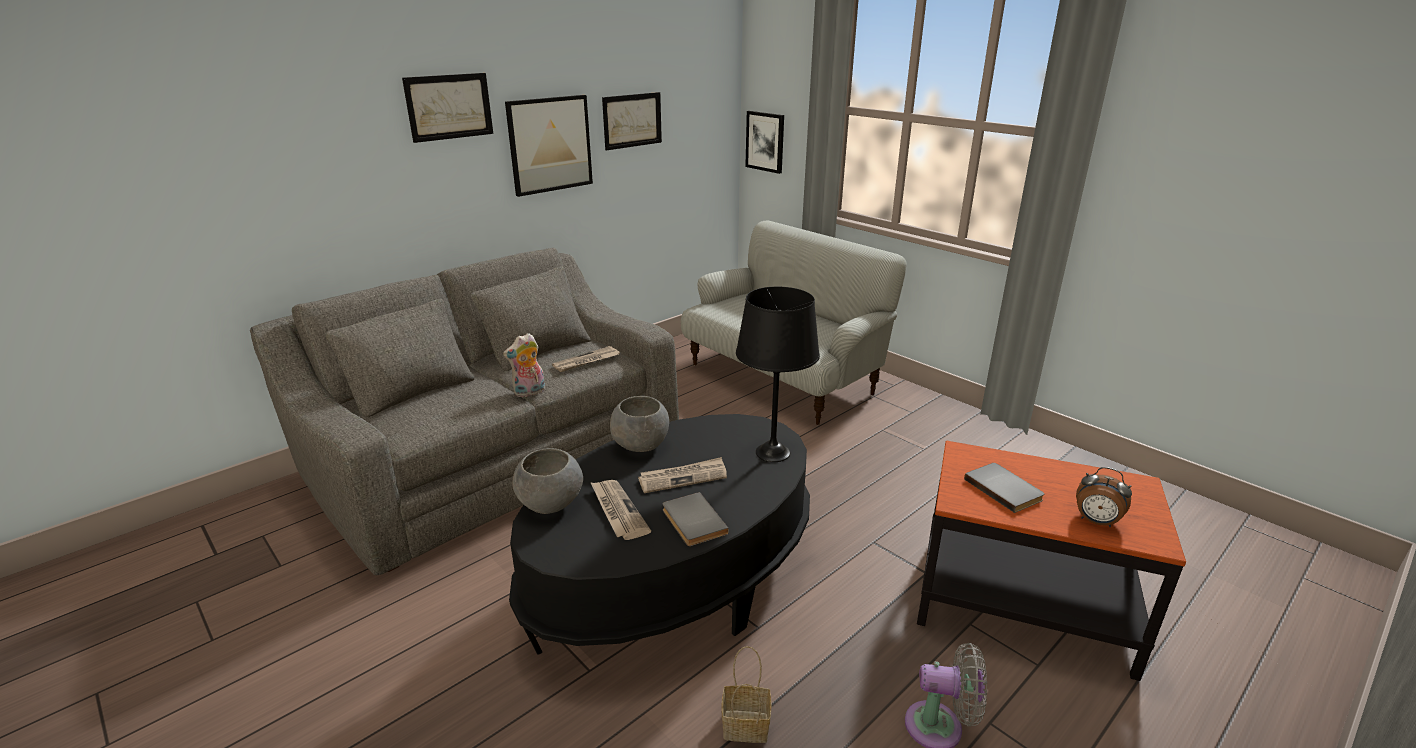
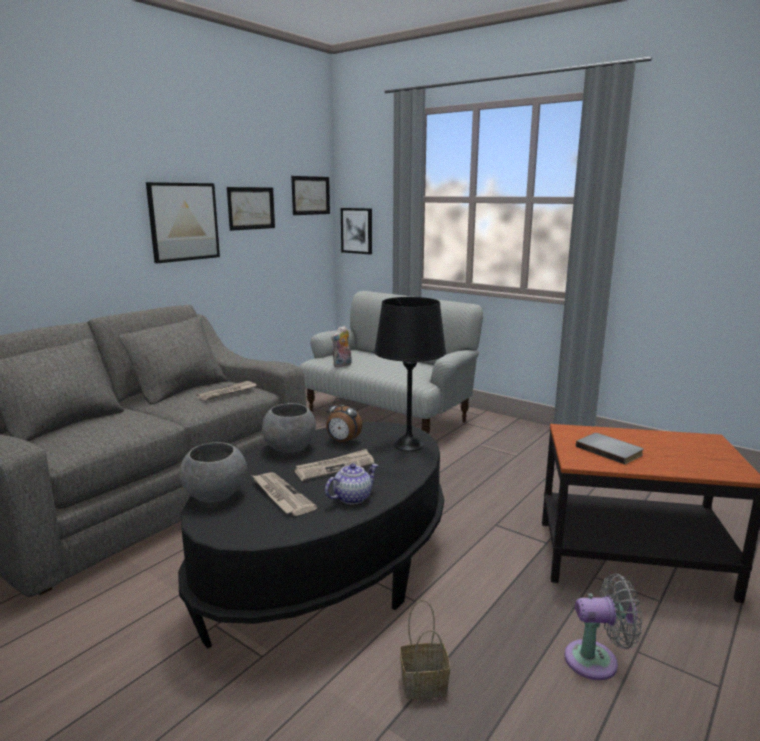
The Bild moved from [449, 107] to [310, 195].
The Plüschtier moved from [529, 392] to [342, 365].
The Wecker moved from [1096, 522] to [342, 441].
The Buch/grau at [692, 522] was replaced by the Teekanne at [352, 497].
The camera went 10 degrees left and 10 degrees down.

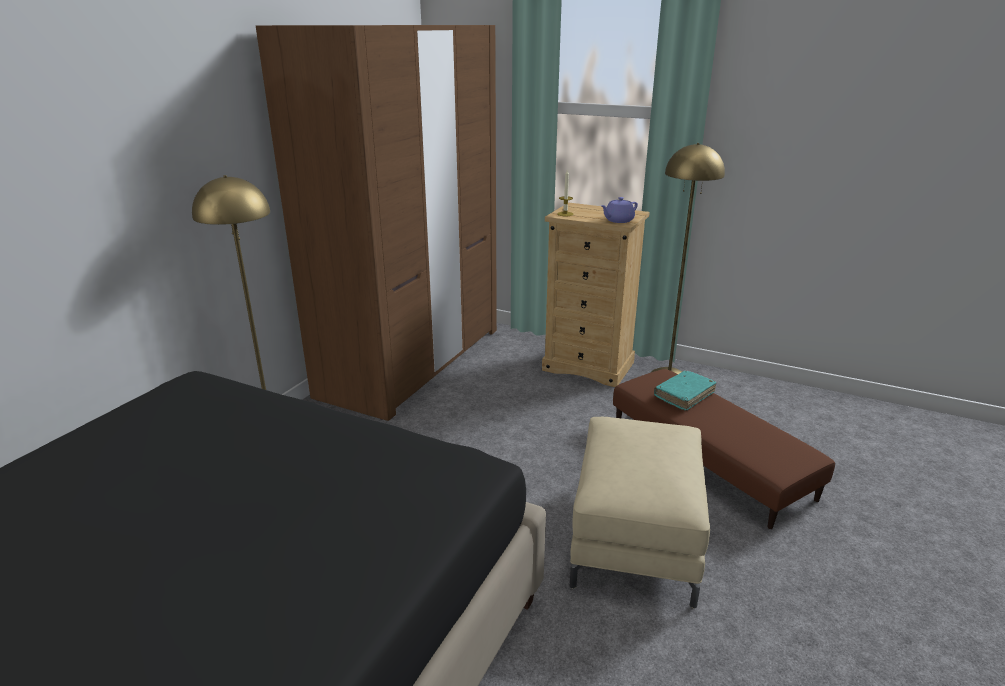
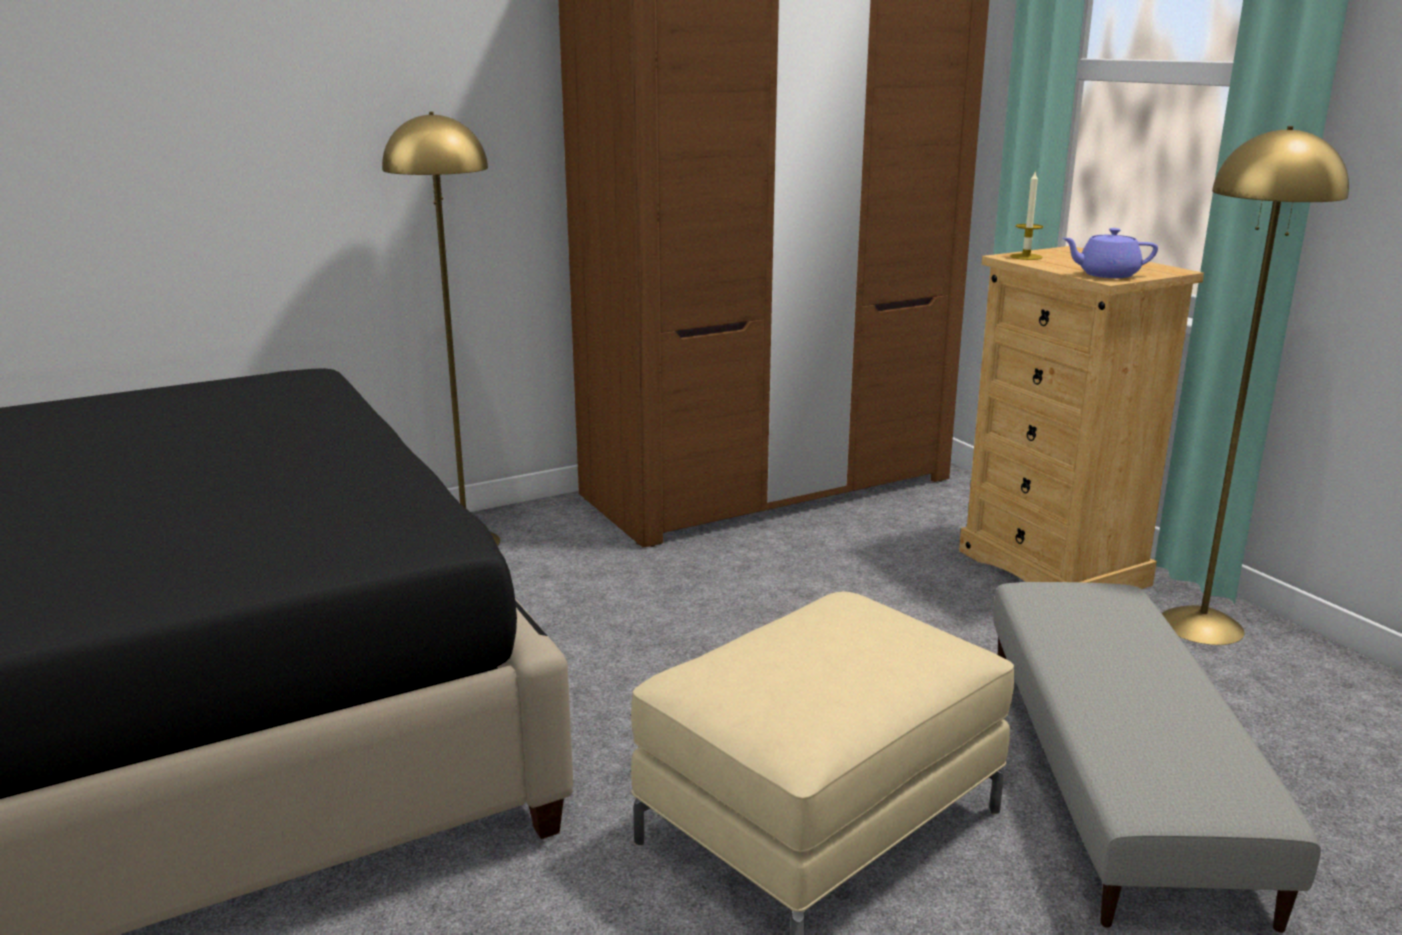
The Buch/türkis at [684, 395] disappeared.
The Polsterhocker/braun at [709, 458] became the Polsterhocker/grau at [1117, 772].
The camera went 35 degrees right and 5 degrees down.

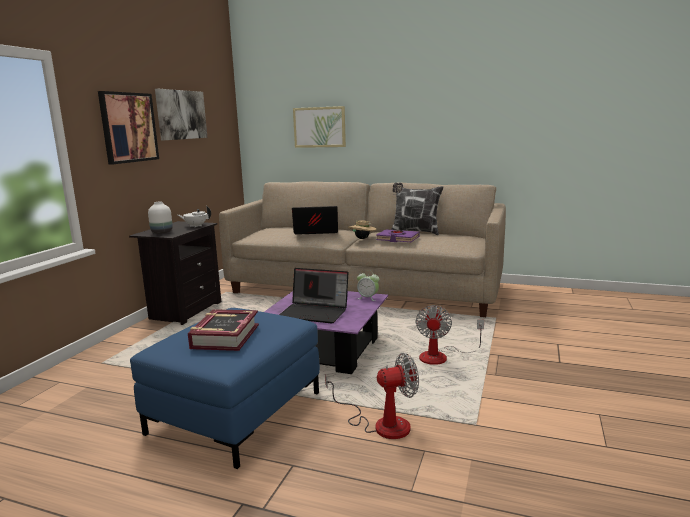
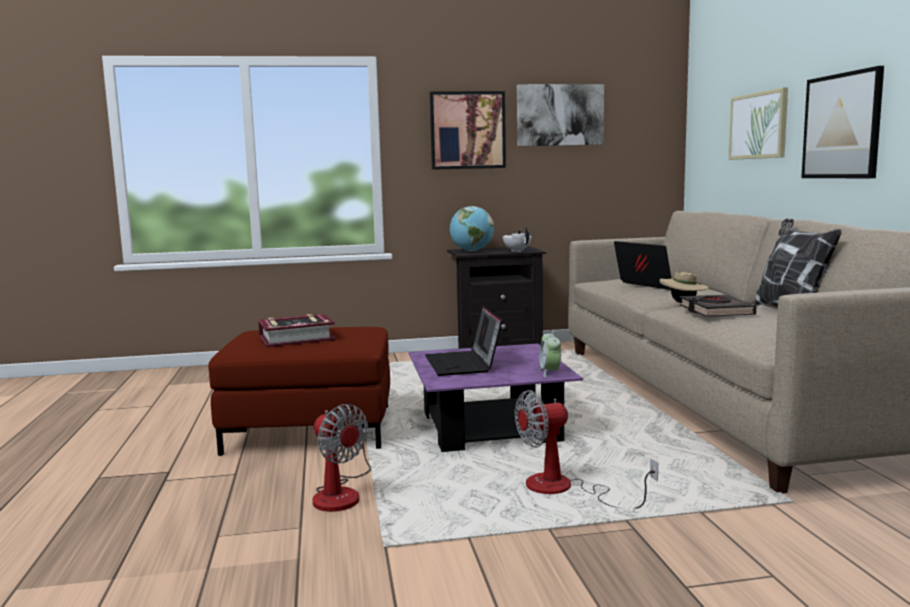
The Bild at [842, 126] appeared.
The Vase/weiß at [161, 232] was replaced by the Globus at [472, 251].
The Polsterhocker/blau at [236, 412] became the Polsterhocker/rot at [311, 429].
The Buch/lila at [397, 239] became the Buch/schwarz at [715, 311].
The camera went 60 degrees right and 5 degrees down.

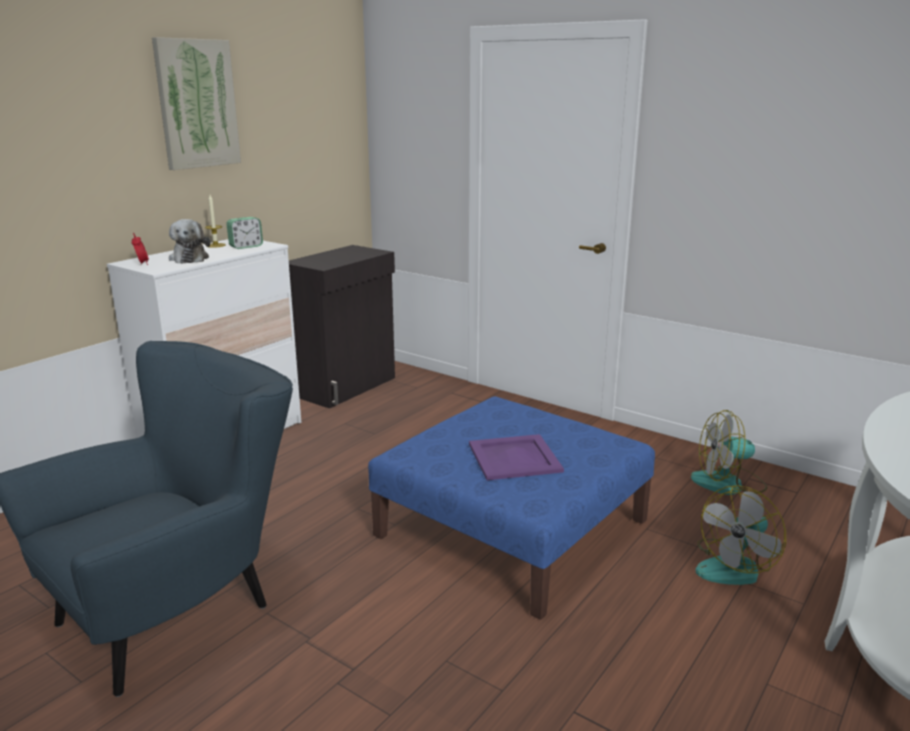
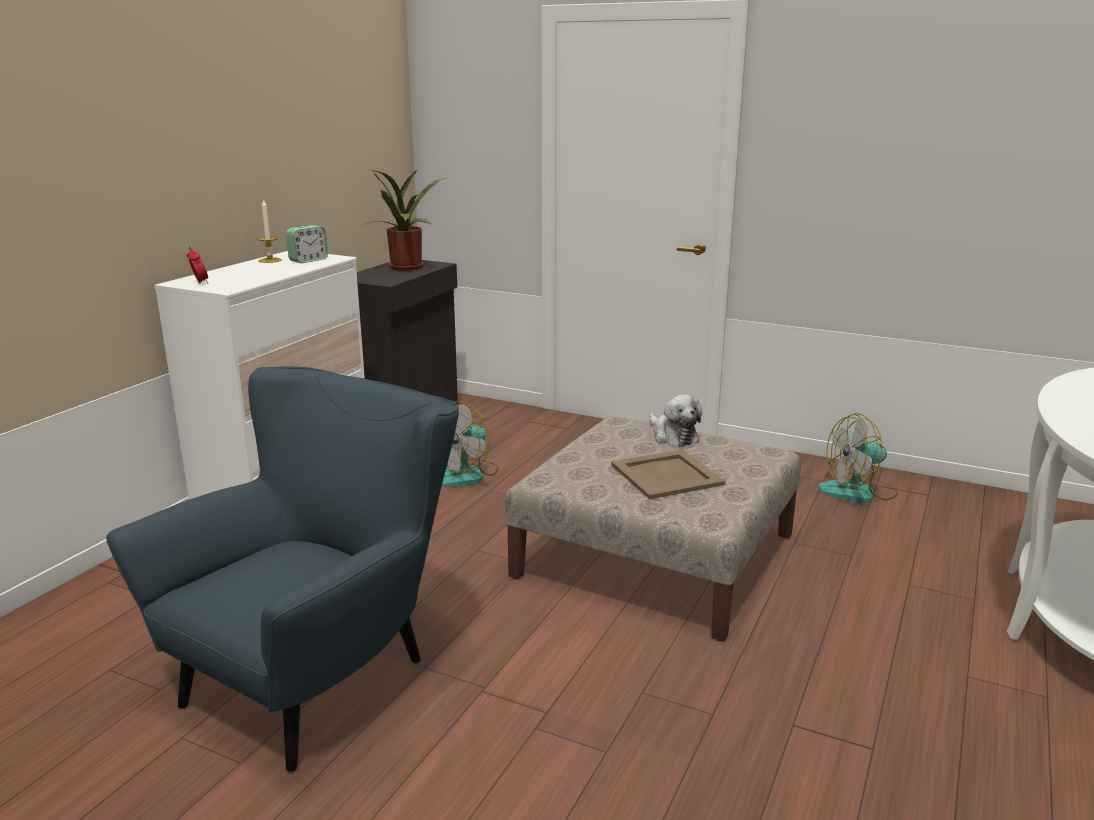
The Bild at [197, 104] disappeared.
The Topfpflanze at [407, 268] appeared.
The Plüschtier moved from [189, 258] to [672, 436].
The Ventilator moved from [735, 566] to [466, 475].
The Polsterhocker/blau at [513, 529] became the Polsterhocker/beige at [657, 556].
The Tablett/lila at [513, 457] became the Tablett/beige at [665, 474].
The camera went 10 degrees left and 0 degrees up.

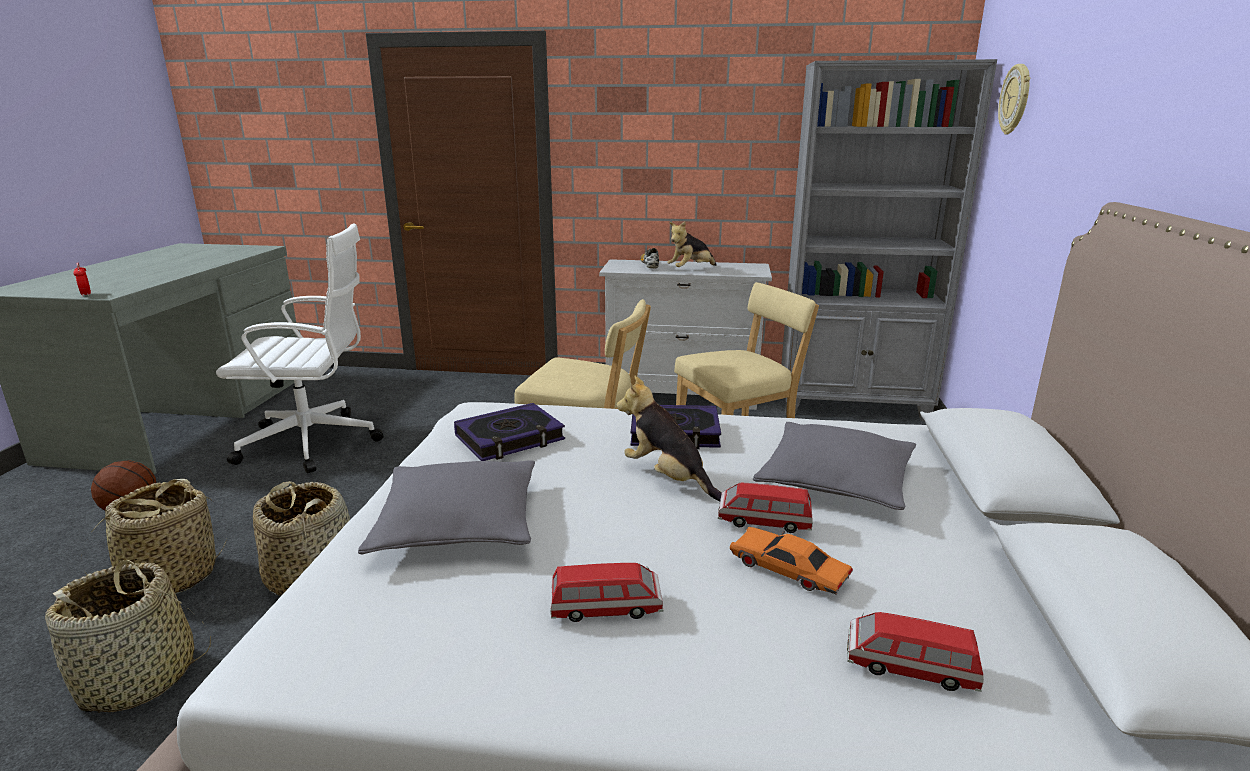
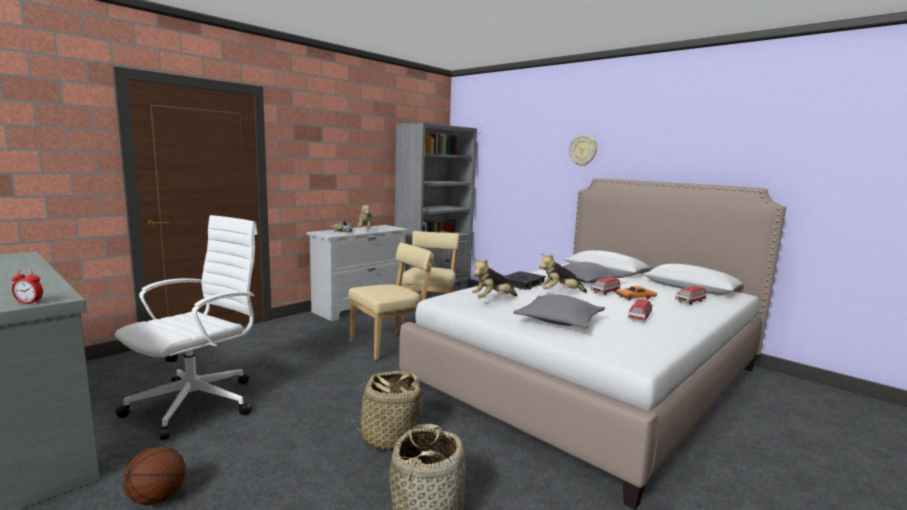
The Korb at [170, 578] disappeared.
The Wanduhr moved from [1016, 99] to [583, 150].
The Buch at [510, 439] was replaced by the Plüschtier at [493, 299].
The camera went 55 degrees left and 10 degrees down.

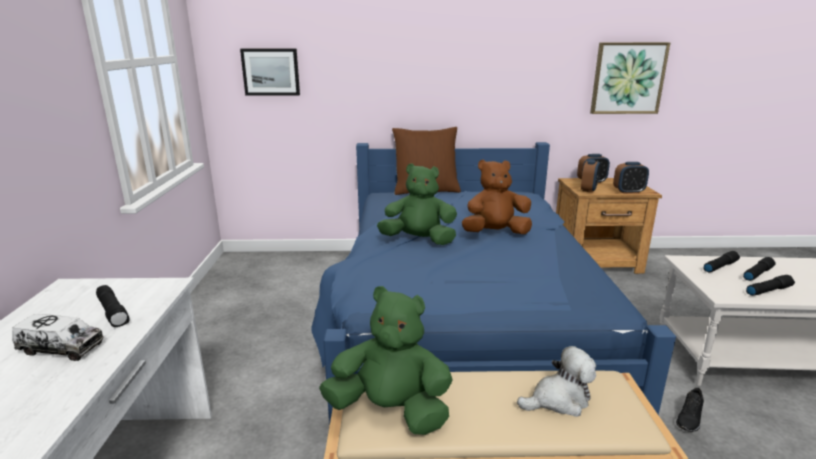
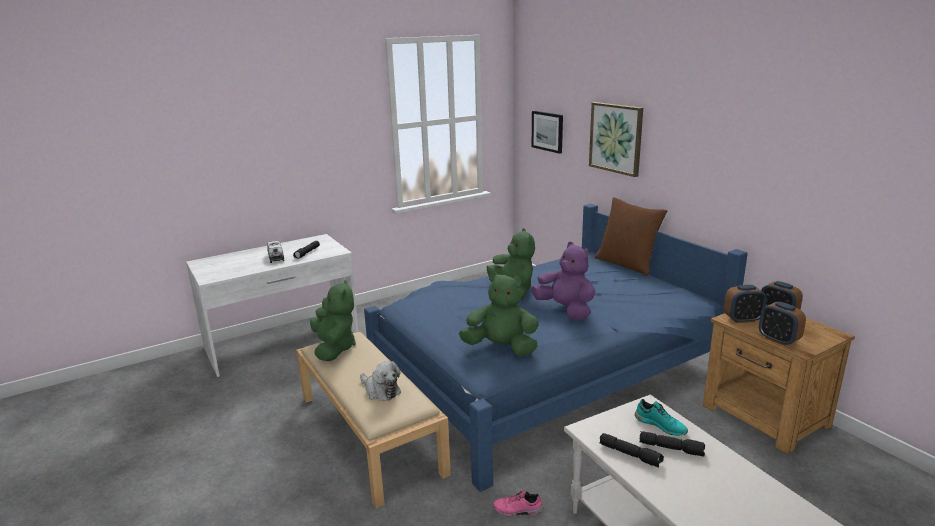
The Plüschtier/grün at [501, 348] appeared.
The Bild moved from [628, 78] to [616, 138].
The Taschenlampe/schwarz at [719, 266] was replaced by the Schuh/türkis at [661, 425].
The Plüschtier/braun at [495, 233] became the Plüschtier/lila at [565, 310].
The Schuh/schwarz at [690, 418] became the Schuh/rosa at [517, 510].
The camera went 60 degrees right and 0 degrees up.

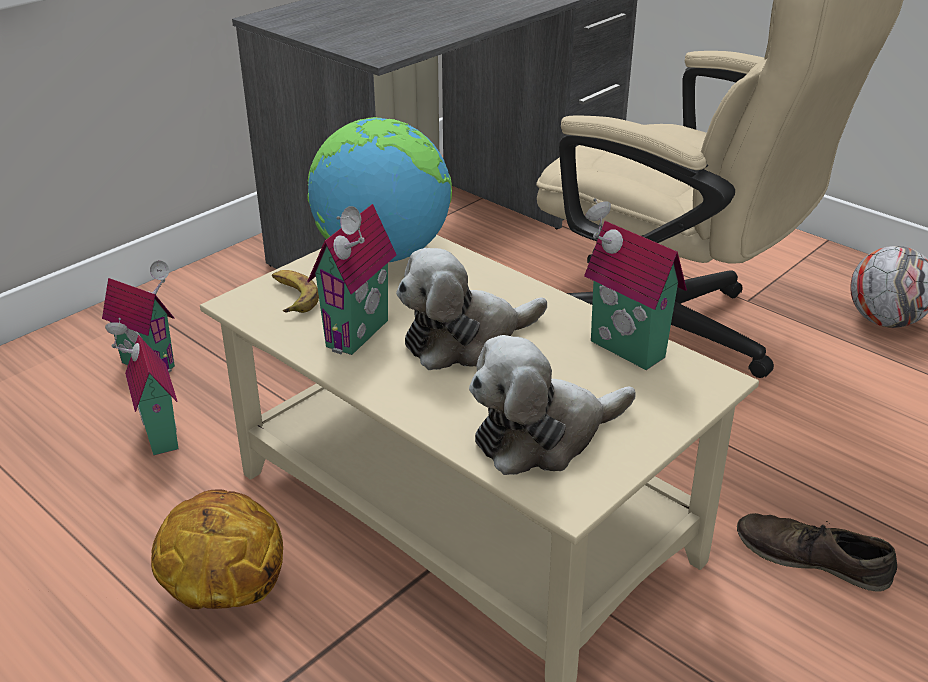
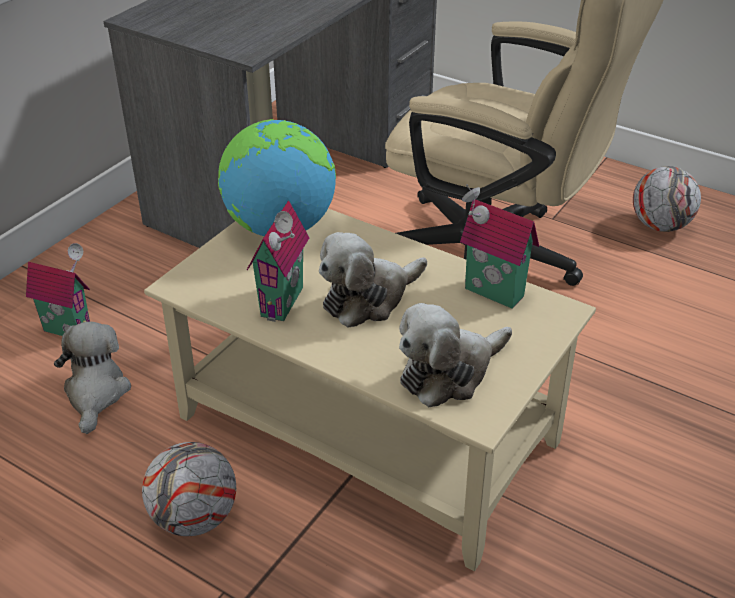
The Banane at [292, 297] disappeared.
The Schuh/braun at [811, 558] disappeared.
The Spielzeughaus at [157, 436] was replaced by the Plüschtier at [96, 393].
The Basketball at [225, 593] was replaced by the Fußball at [194, 518].
The camera went 10 degrees left and 5 degrees up.

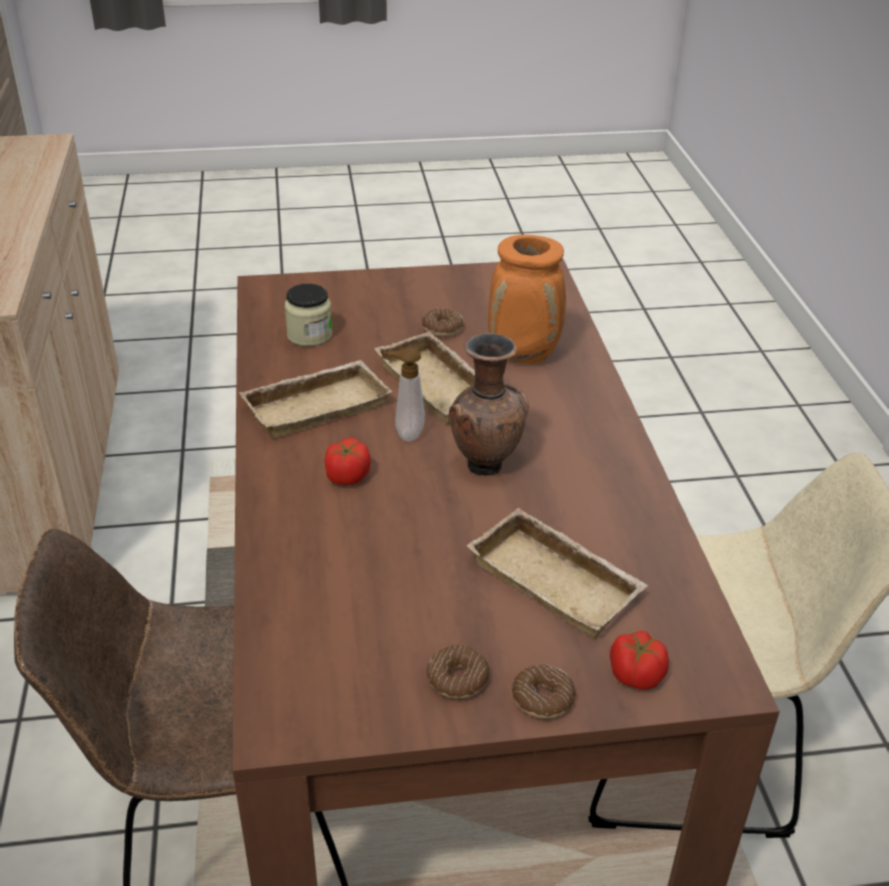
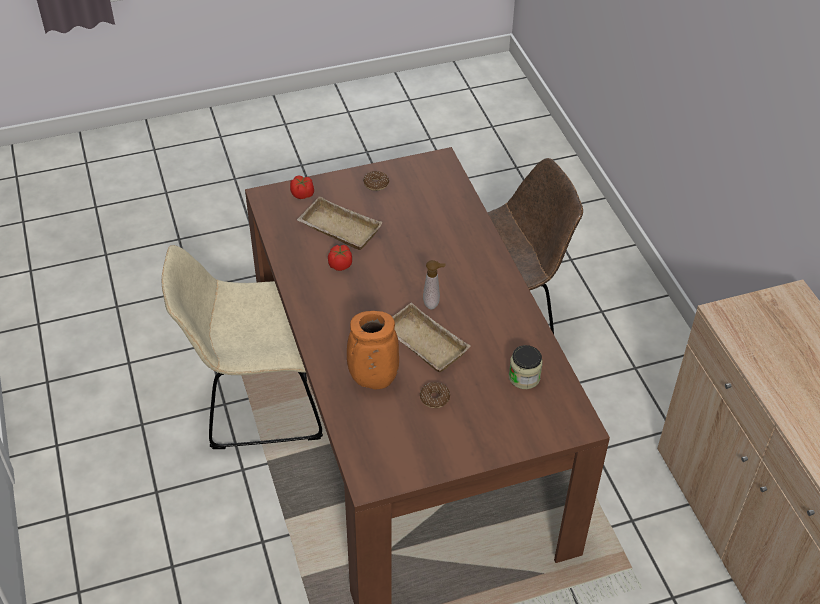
The Tablett/beige at [316, 404] disappeared.
The Vase/braun at [485, 464] disappeared.
The Donut at [543, 698] disappeared.
The Tomate moved from [347, 476] to [340, 264].
The camera went 170 degrees right and 10 degrees up.

